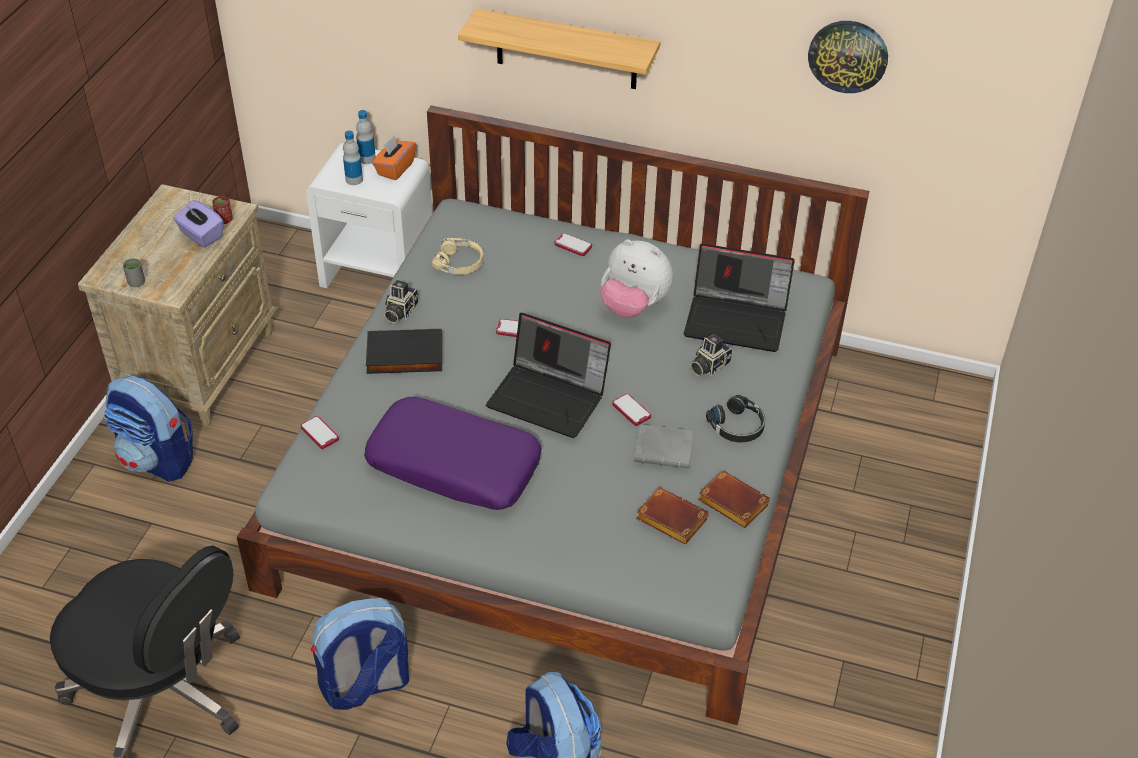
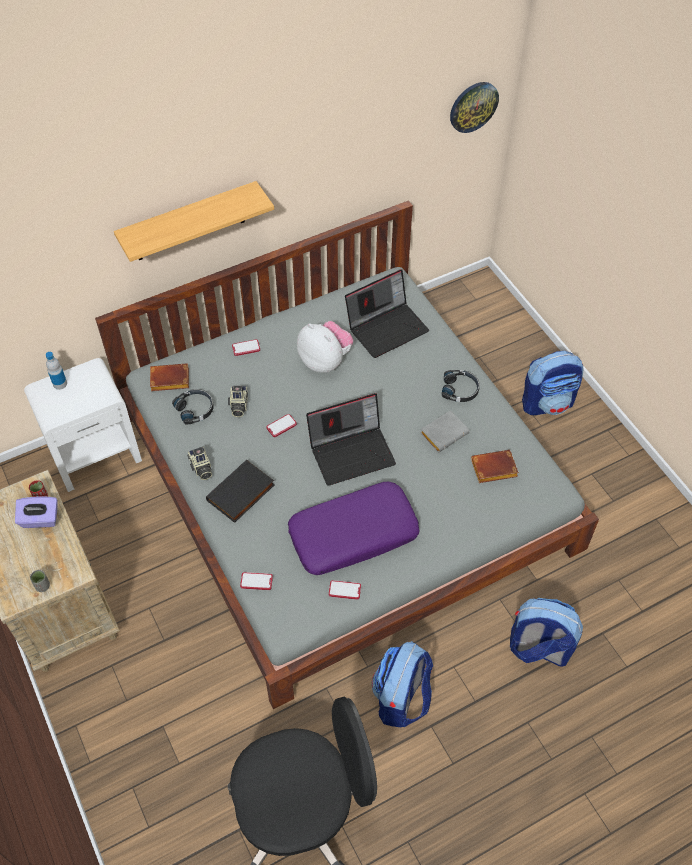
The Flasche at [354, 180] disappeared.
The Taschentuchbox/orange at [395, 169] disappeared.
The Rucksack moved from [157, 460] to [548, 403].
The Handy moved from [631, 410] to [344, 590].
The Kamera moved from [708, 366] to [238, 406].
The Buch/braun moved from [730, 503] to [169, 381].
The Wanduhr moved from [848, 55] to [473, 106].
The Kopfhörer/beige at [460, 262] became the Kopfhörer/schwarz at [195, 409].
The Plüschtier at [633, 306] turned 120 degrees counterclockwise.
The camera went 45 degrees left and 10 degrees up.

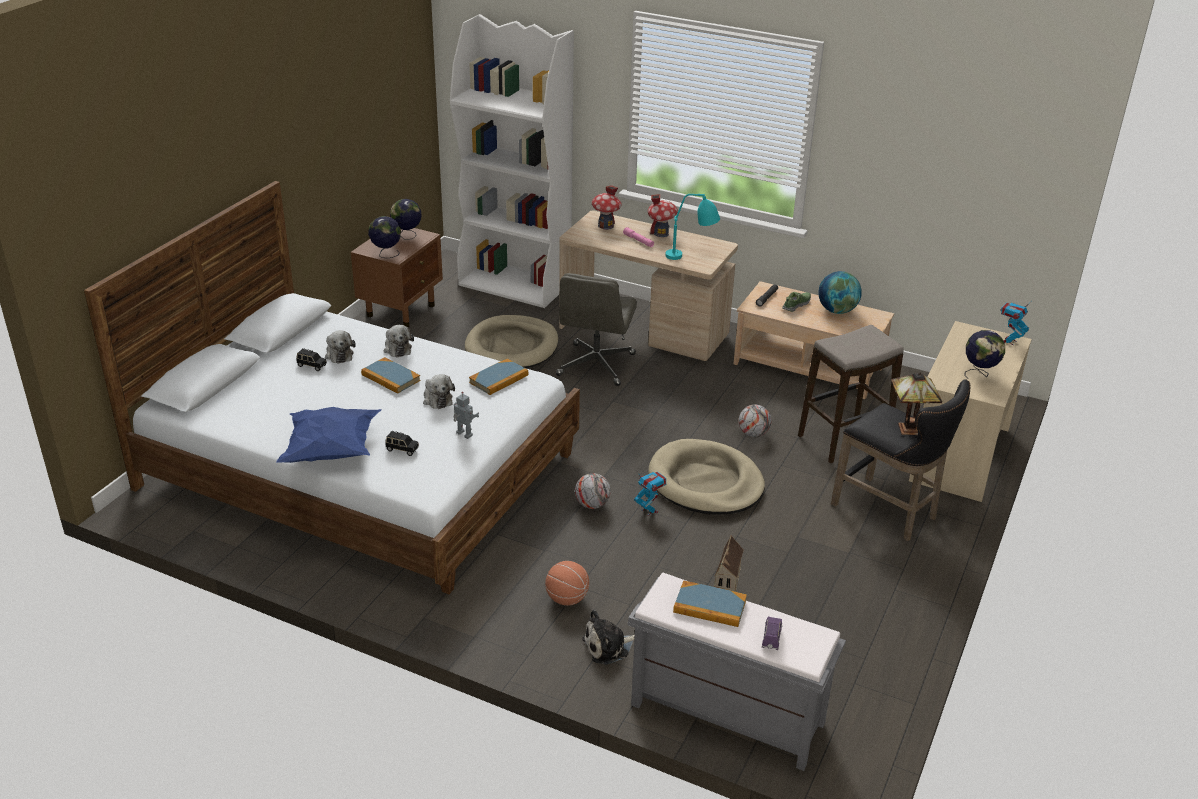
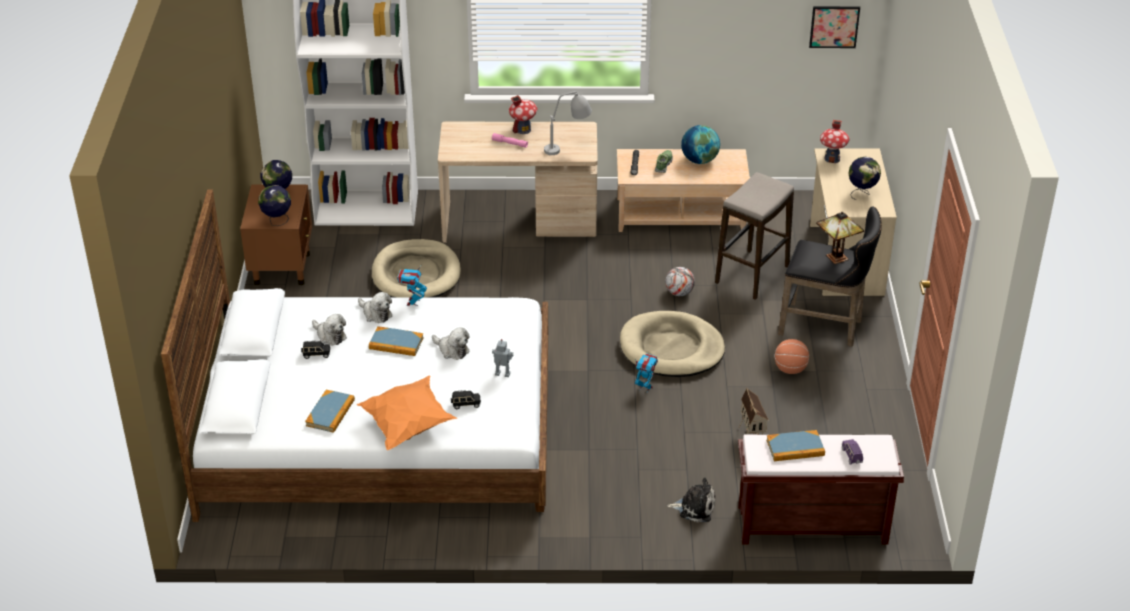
The Bürostuhl/grau at [596, 365] disappeared.
The Fußball at [592, 504] disappeared.
The Bild at [834, 26] appeared.
The Buch moved from [499, 379] to [330, 413].
The Basketball moved from [567, 599] to [790, 369].
The Spielzeughaus moved from [606, 226] to [832, 159].
The Spielzeugroboter moved from [1009, 341] to [413, 302].
The Kissen/blau at [332, 451] became the Kissen/orange at [408, 425].
The Bank/grau at [725, 714] became the Bank/braun at [810, 526].
The Tischlampe/türkis at [692, 257] became the Tischlampe/grau at [569, 148].
The Plüschtier at [608, 647] turned 120 degrees counterclockwise.
The camera went 25 degrees left and 5 degrees up.

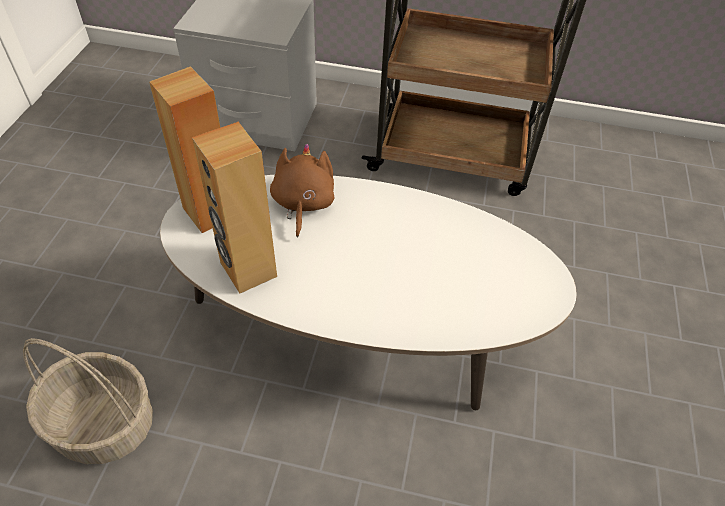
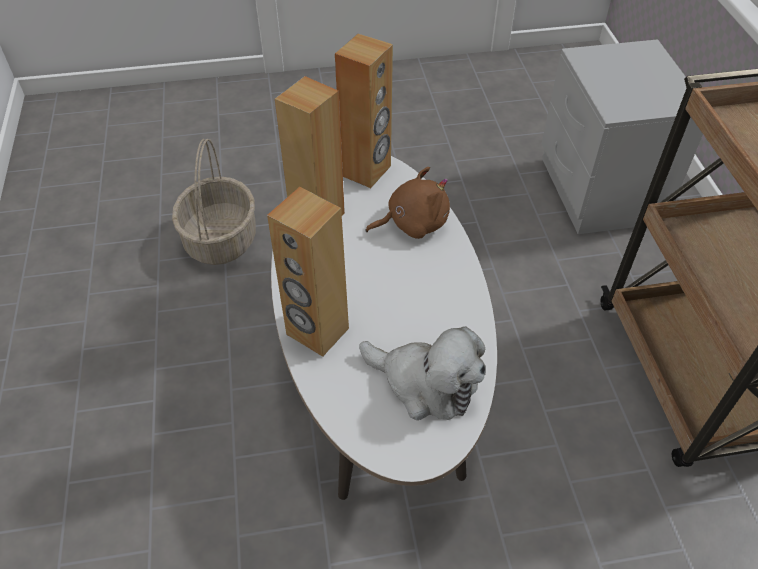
The Lautsprecher/braun at [317, 332] appeared.
The Plüschtier at [425, 384] appeared.
The camera went 70 degrees right and 0 degrees up.

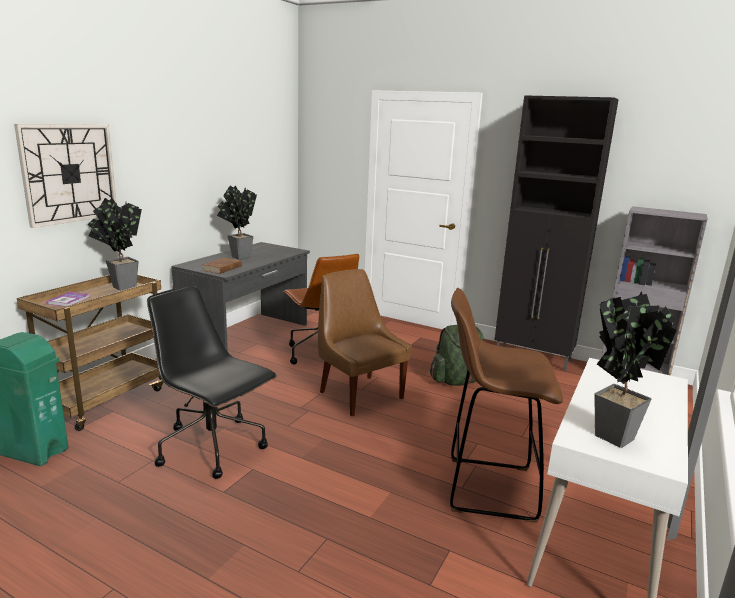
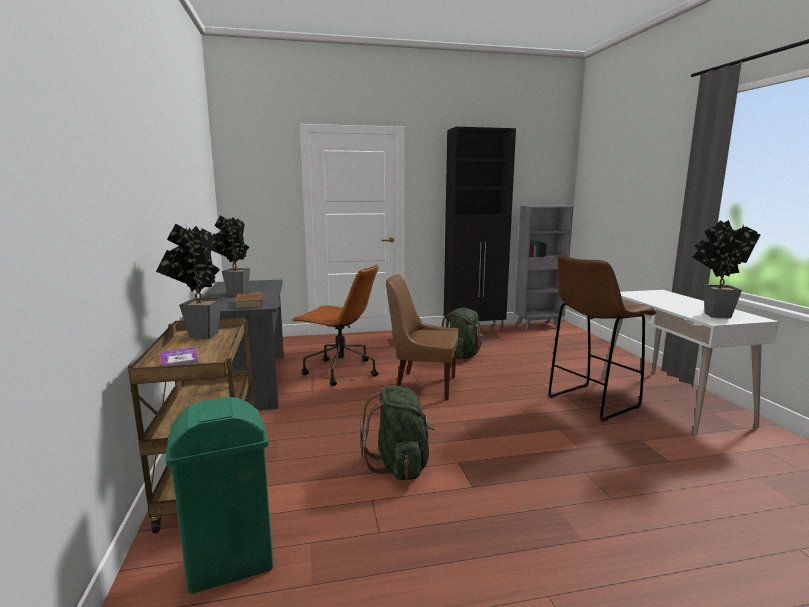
The Wanduhr at [69, 173] disappeared.
The Bürostuhl/schwarz at [213, 447] was replaced by the Rucksack/grün at [400, 465].
The camera went 40 degrees left and 5 degrees down.

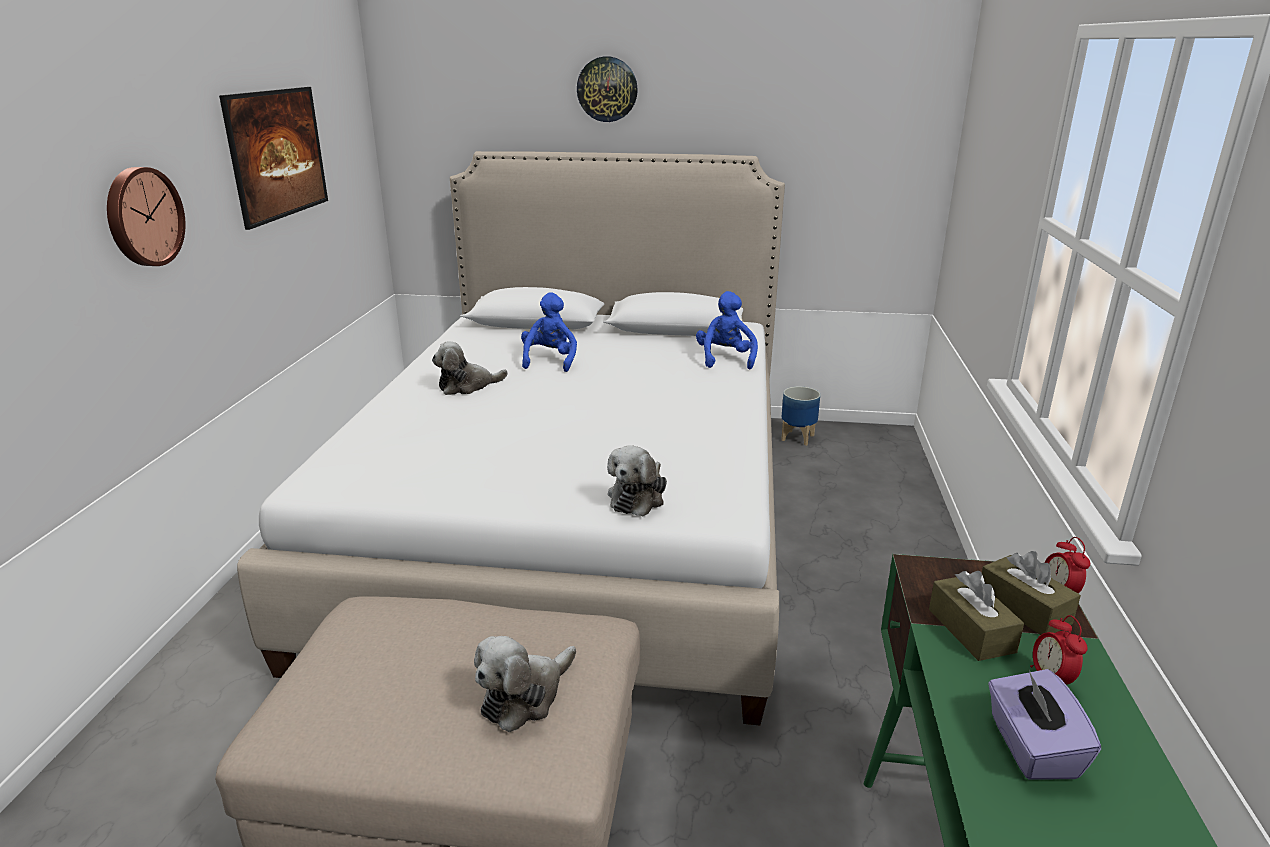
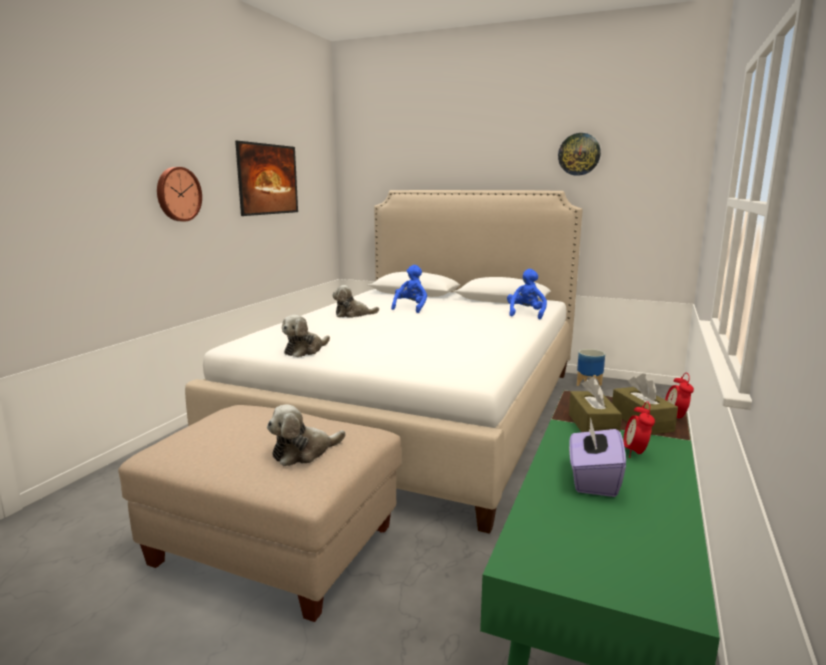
The Wanduhr moved from [607, 89] to [579, 154].
The Plüschtier moved from [638, 497] to [305, 350].
The camera went 15 degrees right and 10 degrees down.

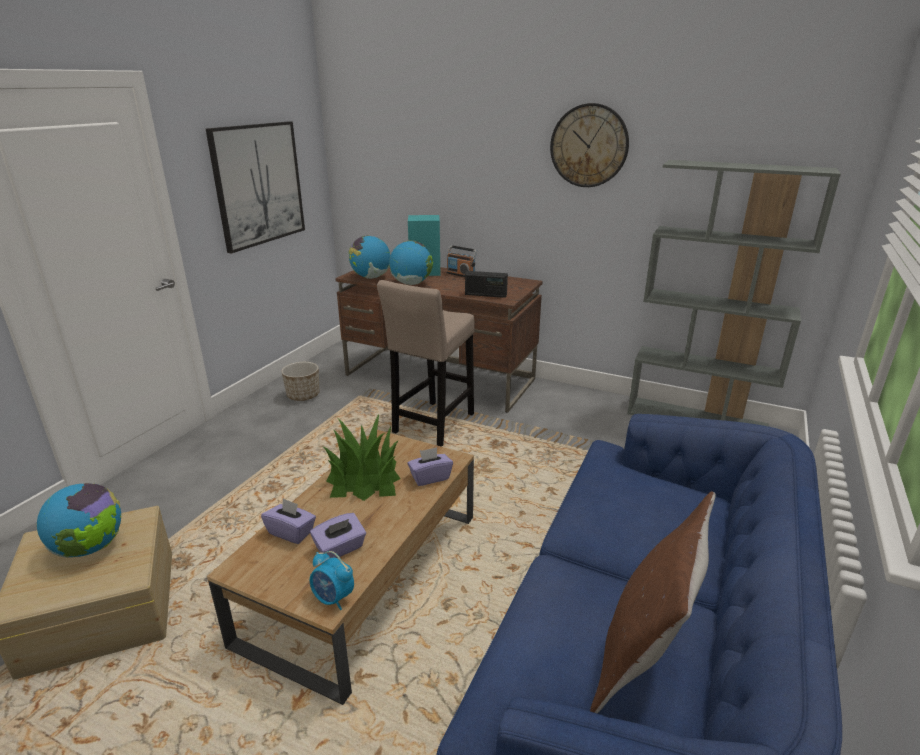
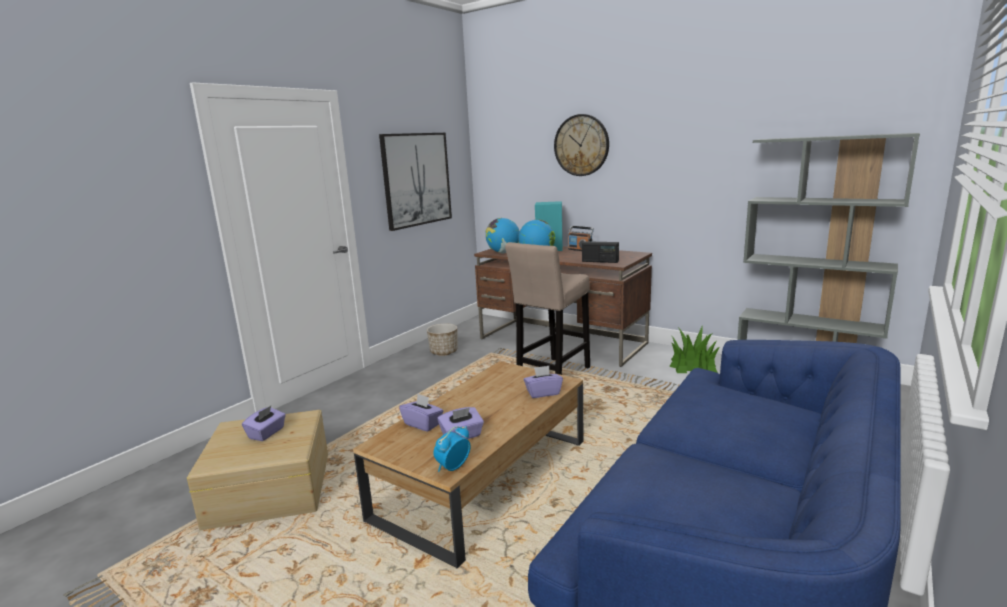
The Kissen/braun at [643, 656] disappeared.
The Topfpflanze moved from [364, 479] to [692, 366].
The Wanduhr moved from [589, 146] to [581, 145].
The Globus at [90, 548] was replaced by the Taschentuchbox/lila at [267, 433].
The Wecker at [333, 598] turned 90 degrees clockwise.
The camera went 10 degrees right and 10 degrees down.

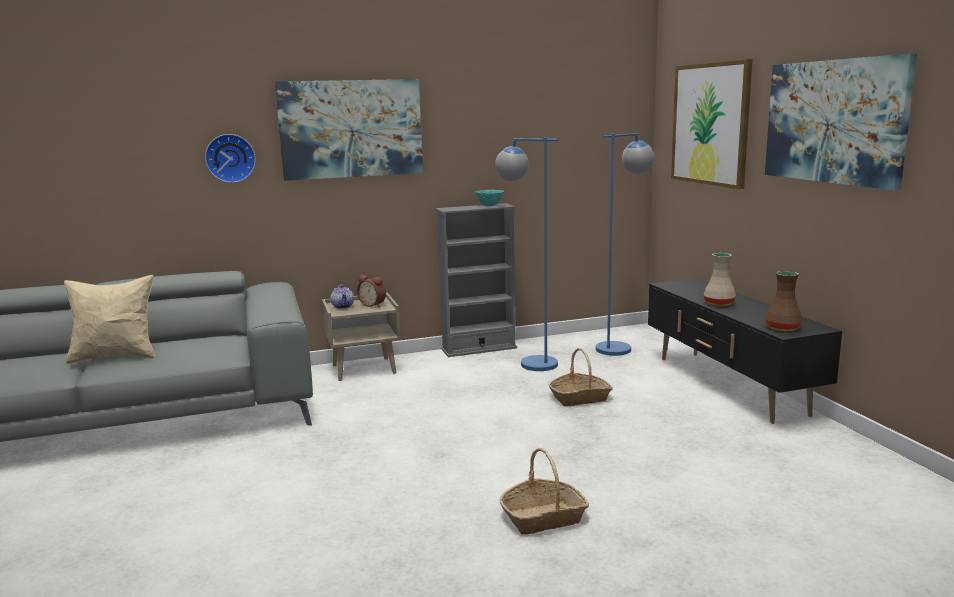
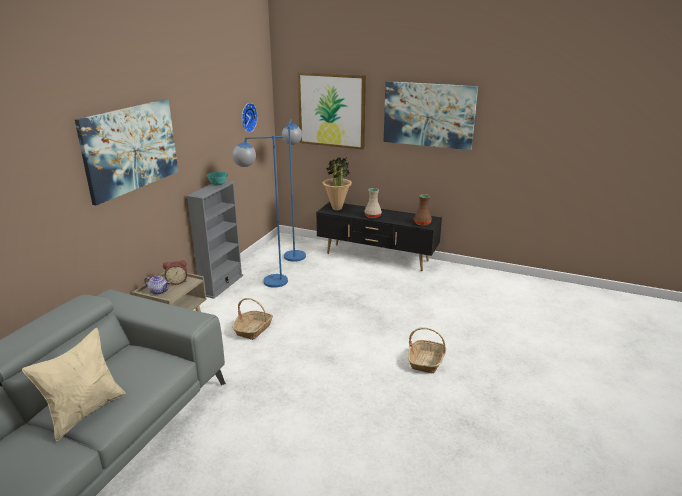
The Topfpflanze at [337, 208] appeared.
The Wanduhr moved from [230, 158] to [247, 117].
The Korb moved from [580, 398] to [253, 329].
The camera went 50 degrees left and 10 degrees up.

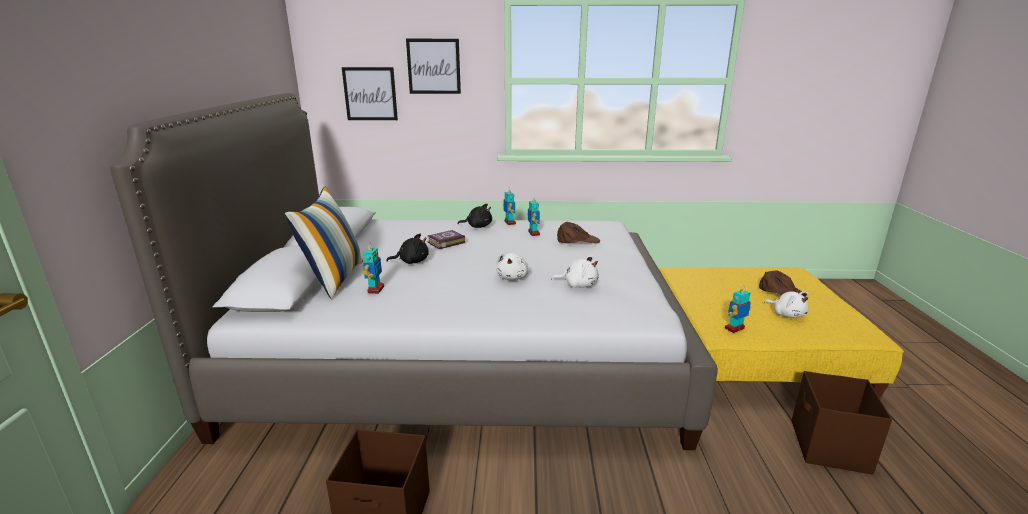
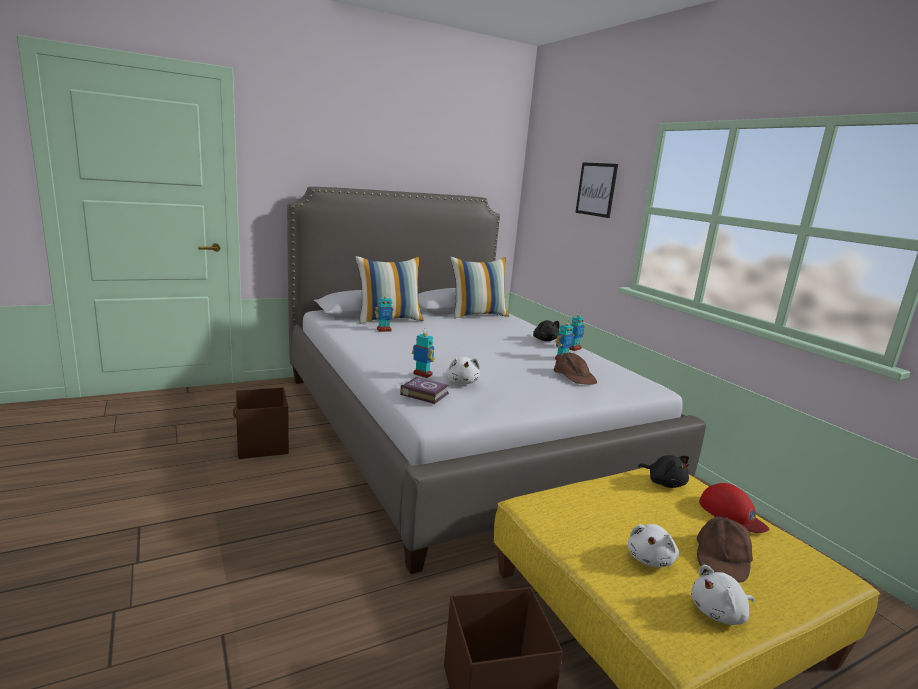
The Bild at [370, 94] disappeared.
The Kissen at [478, 315] appeared.
The Kappe/rot at [731, 514] appeared.
The Plüschtier/schwarz moved from [411, 261] to [664, 482].
The Buch moved from [445, 242] to [424, 393].
The Plüschtier/weiß moved from [513, 277] to [719, 613].
The Spielzeugroboter moved from [735, 329] to [422, 375].
The camera went 60 degrees right and 5 degrees down.

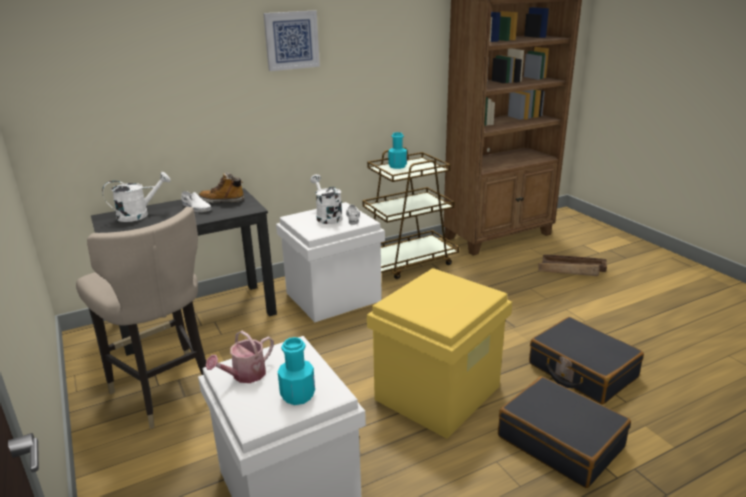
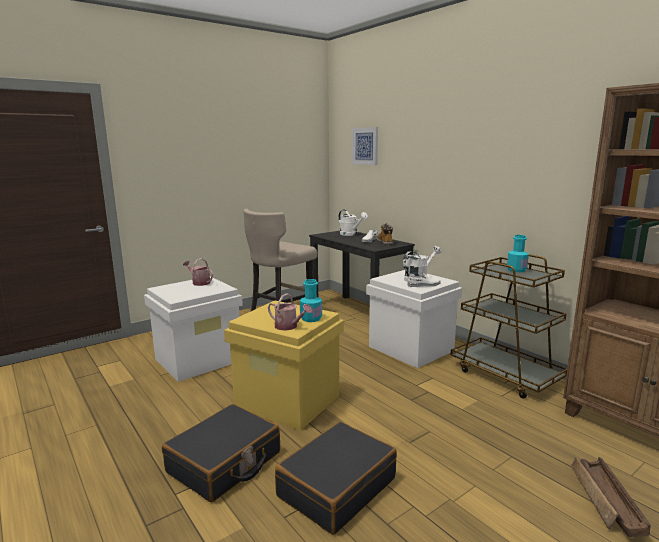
The Gießkanne at [289, 326] appeared.
The Bild moved from [291, 40] to [365, 146].
The Flasche/türkis moved from [298, 395] to [311, 318].
The camera went 80 degrees right and 10 degrees down.

